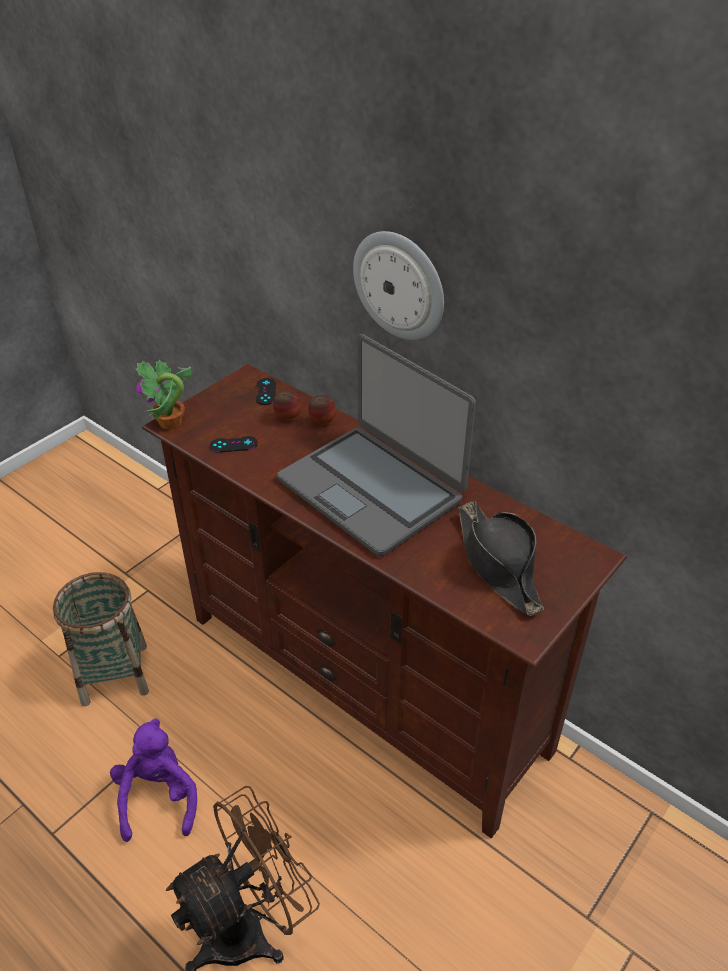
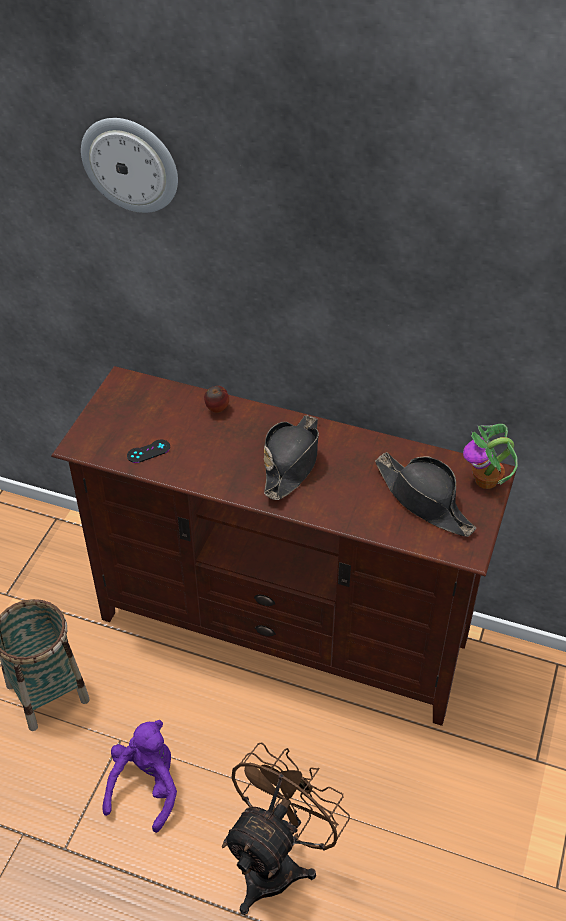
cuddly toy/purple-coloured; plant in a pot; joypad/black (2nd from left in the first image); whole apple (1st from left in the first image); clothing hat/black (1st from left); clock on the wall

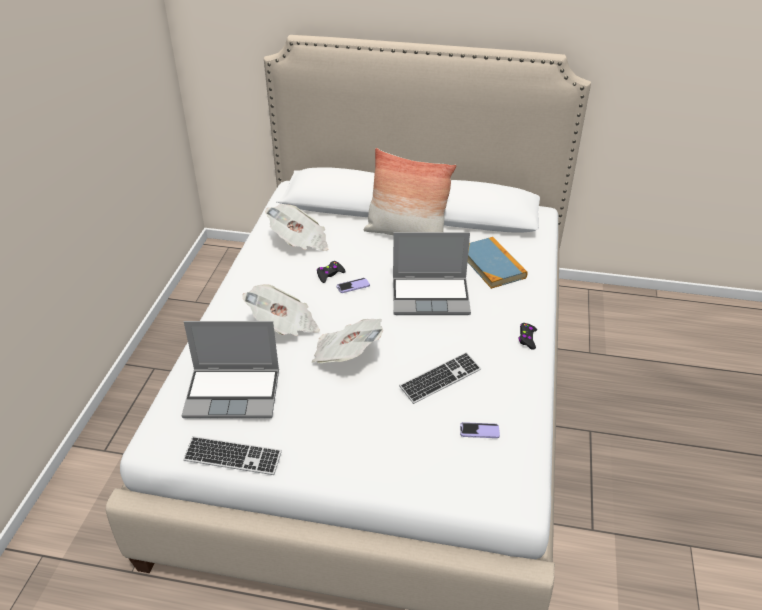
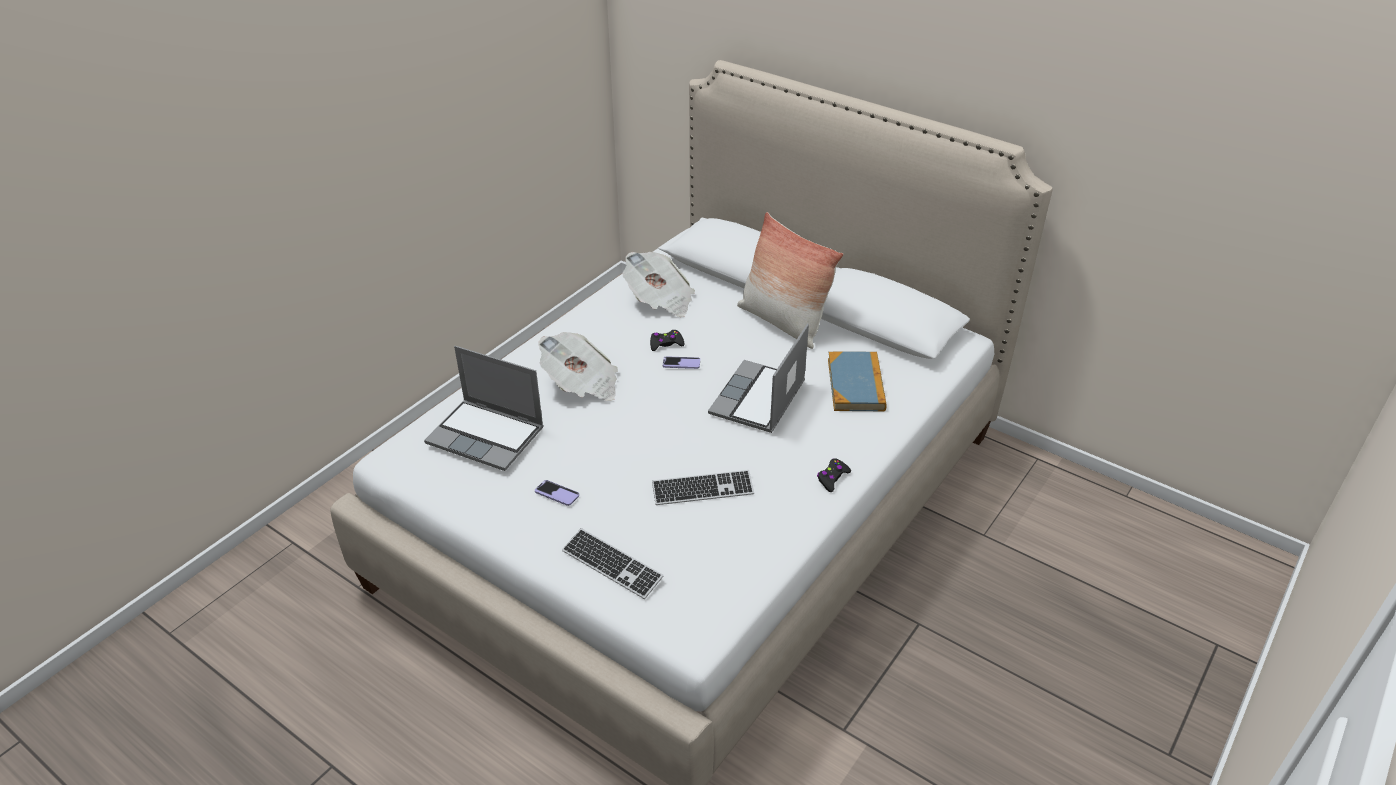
PC keyboard (1st from left); printed paper (3rd from left in the first image); portable computer (2nd from left); telephone (1st from left)

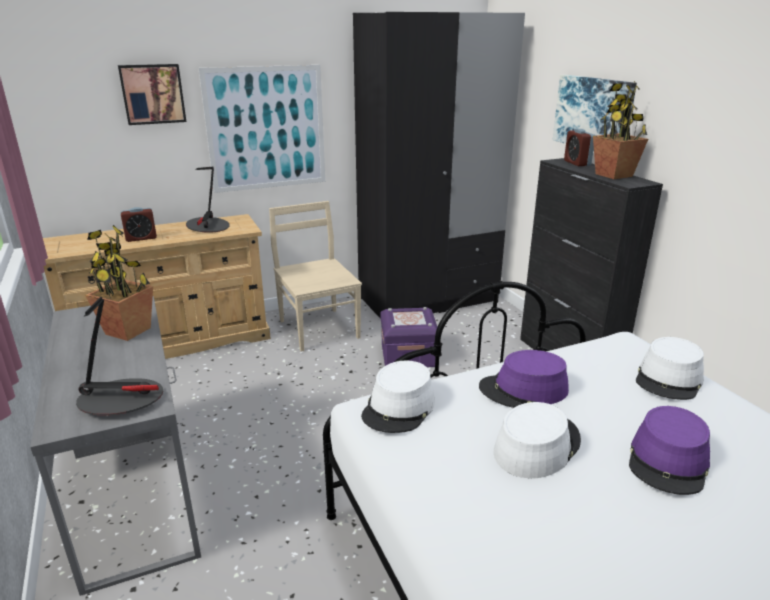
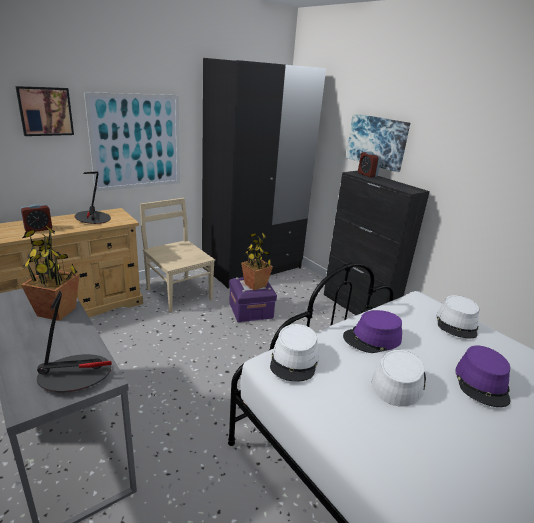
plant in a pot (2nd from left)

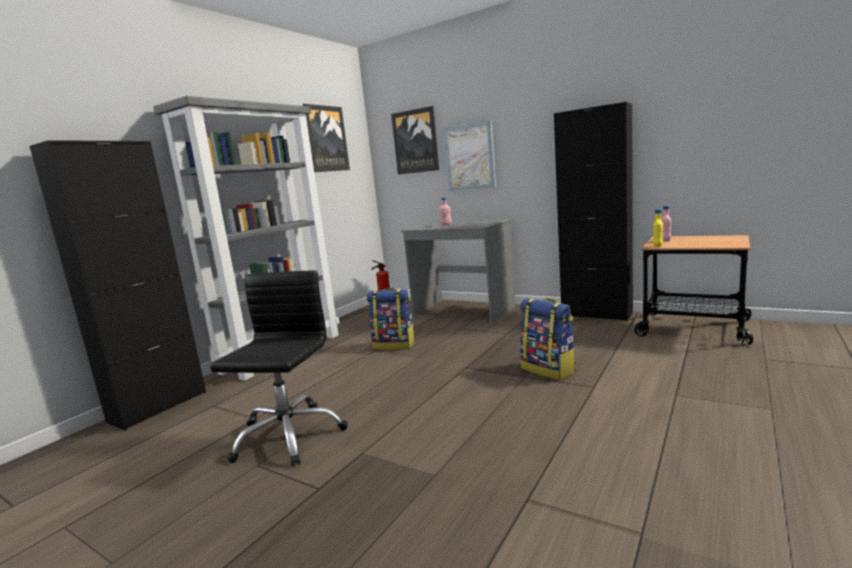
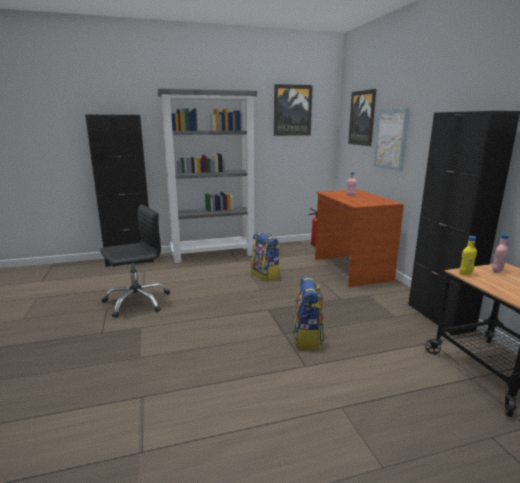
desk table/brown

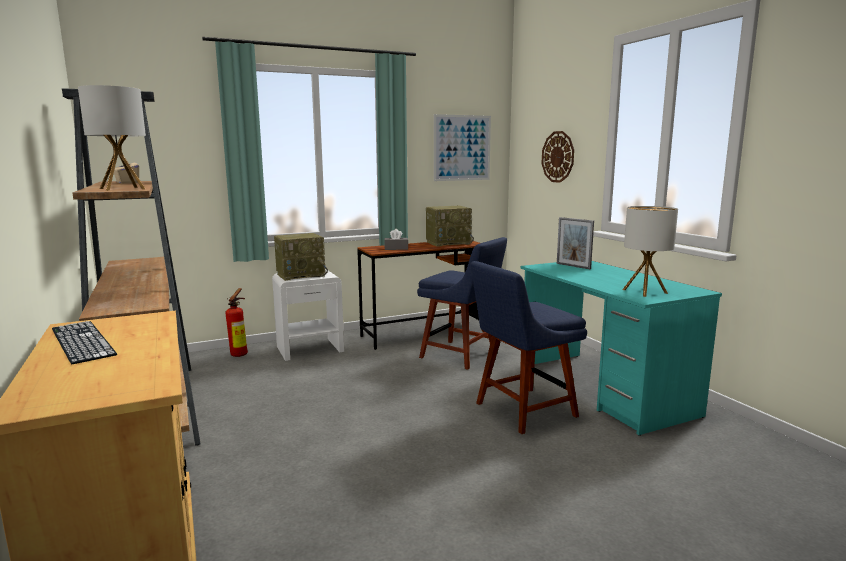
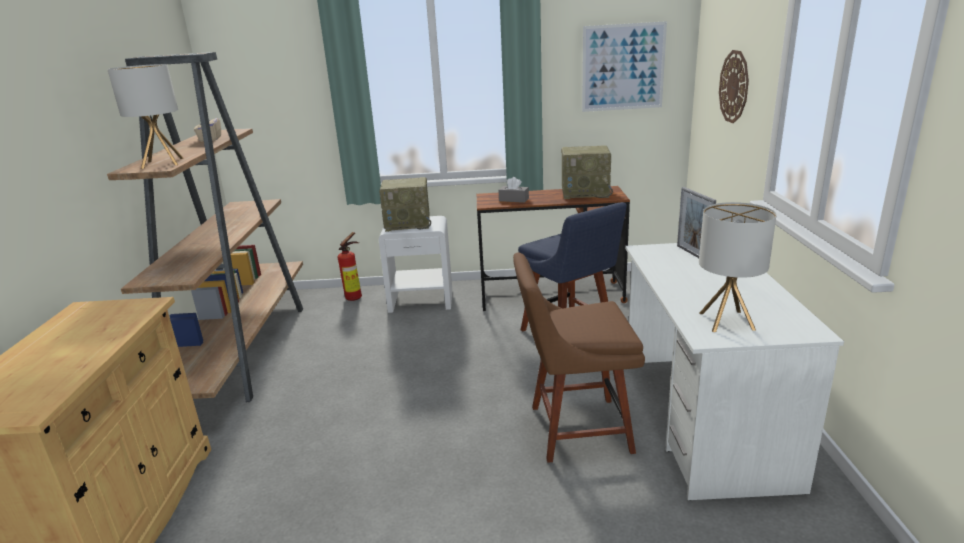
PC keyboard; upright chair/brown; desk table/whitish

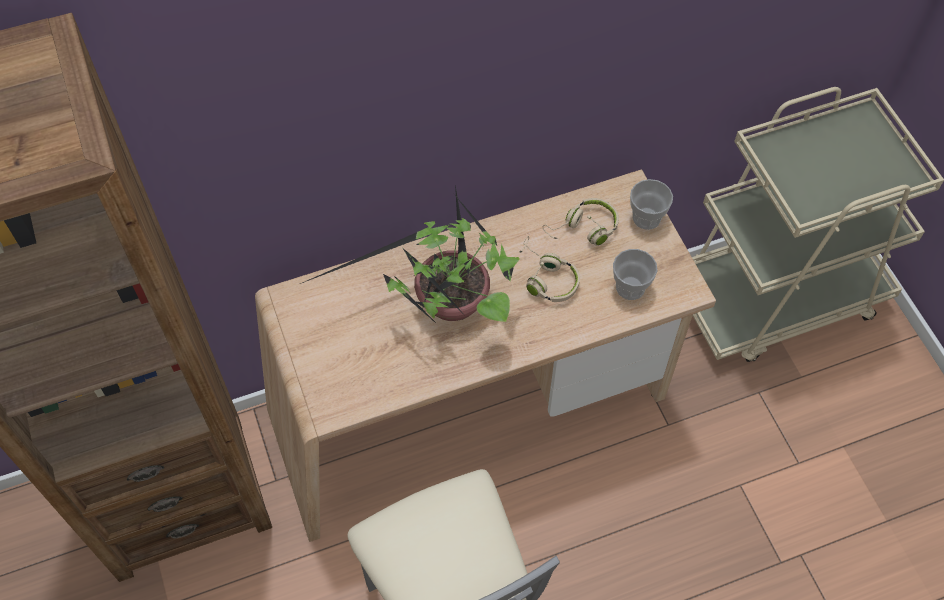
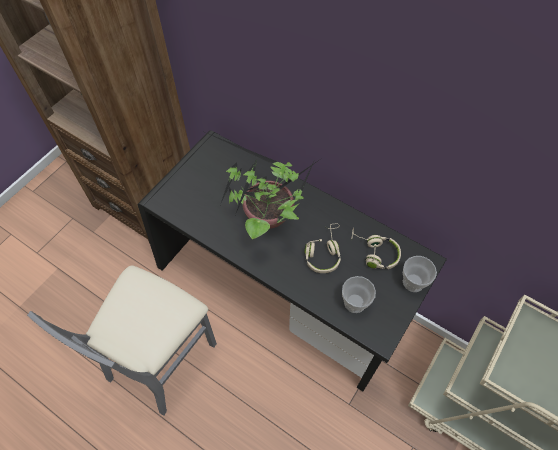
desk table/black

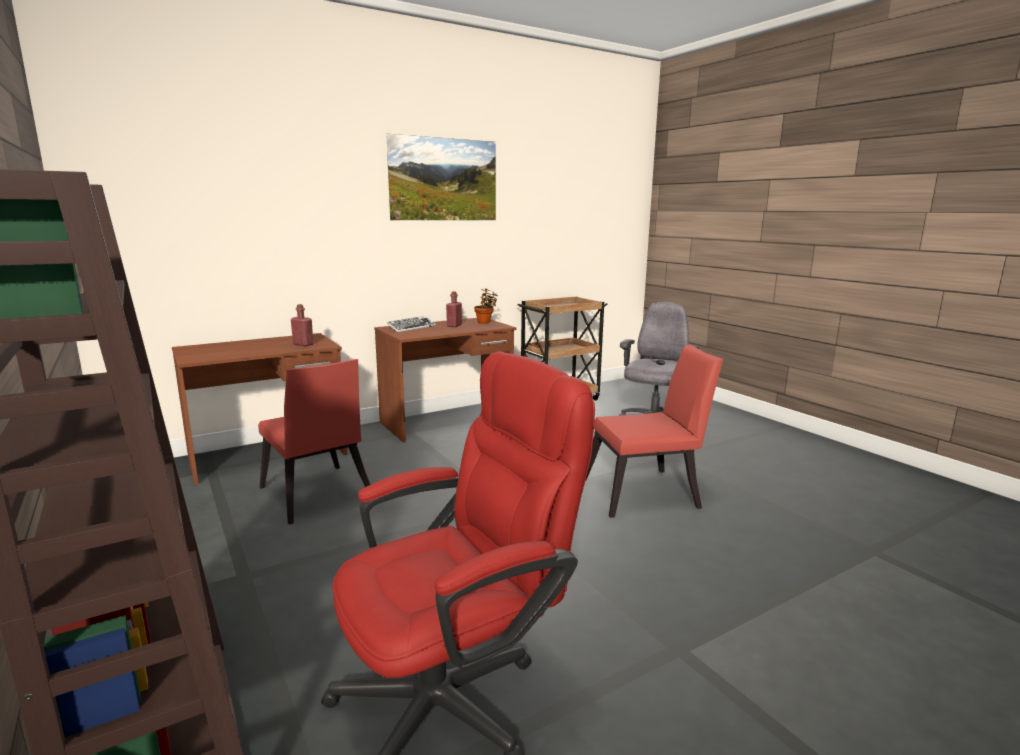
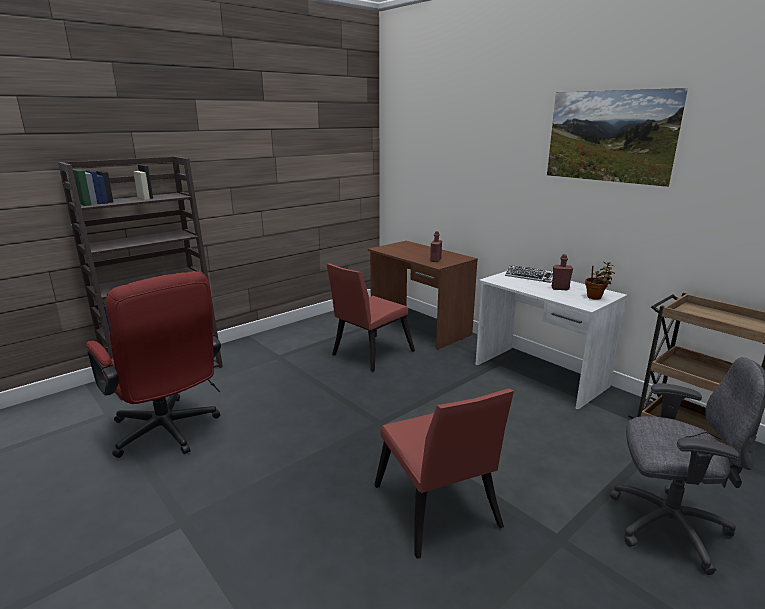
desk table/whitish

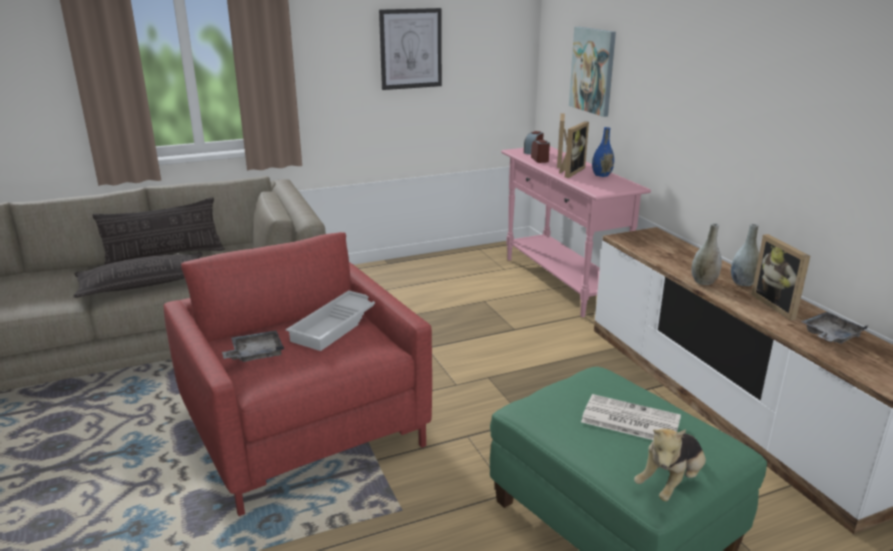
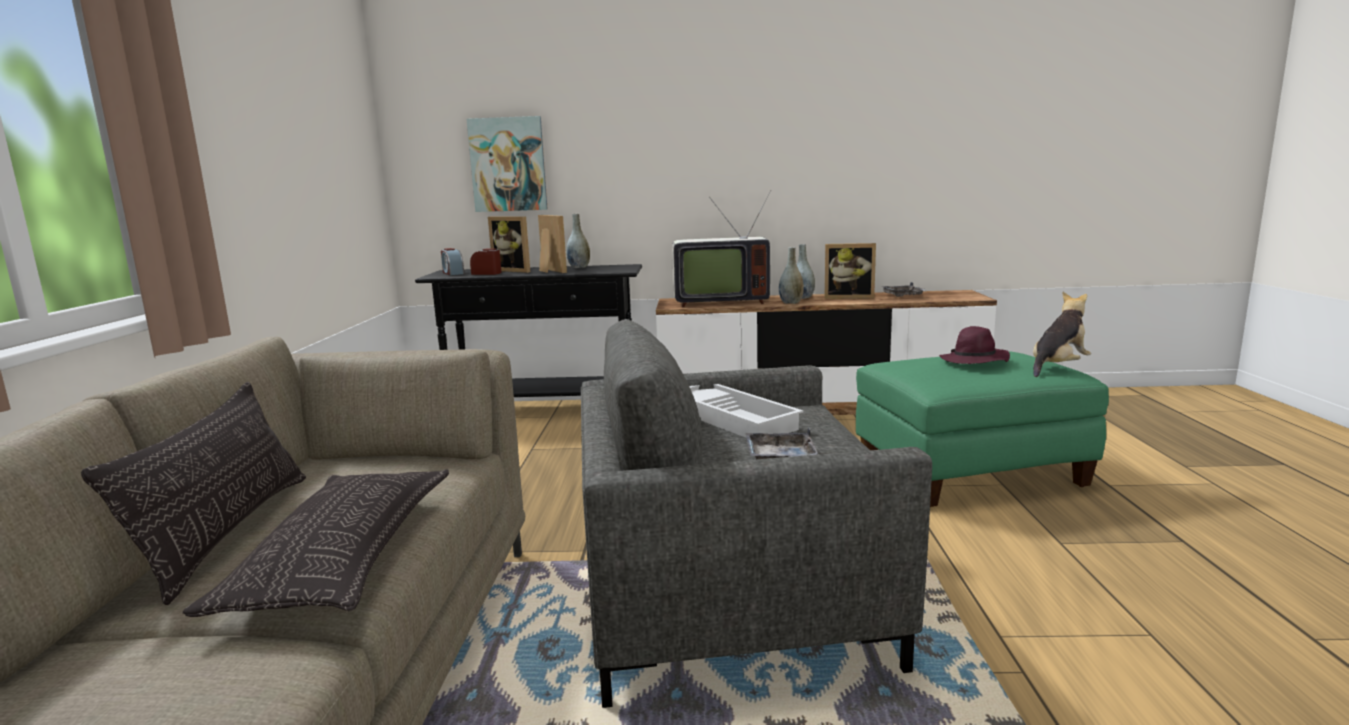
lounge chair/greyish; wall picture (1st from left in the first image); console table/black; clothing hat/purple-coloured; decorative vase/greyish (1st from left); cuddly toy; TV set

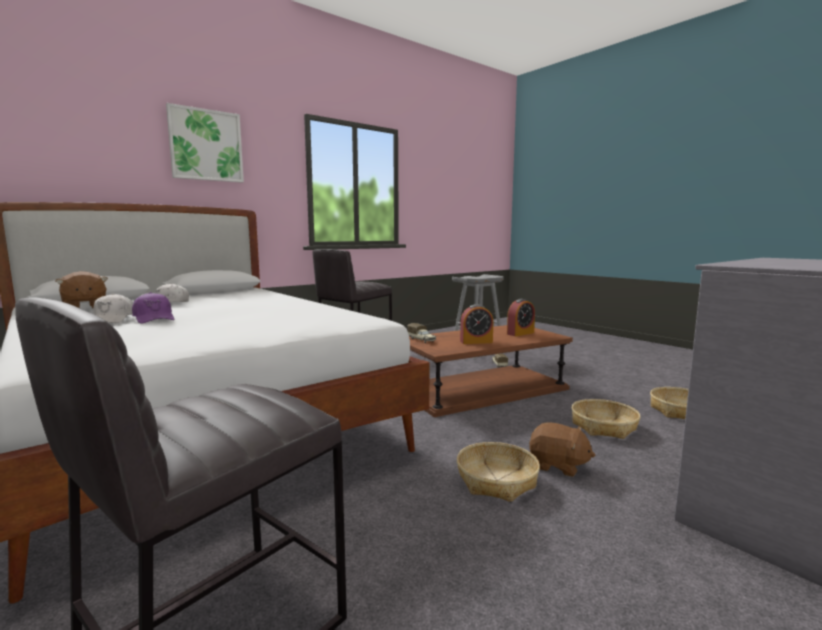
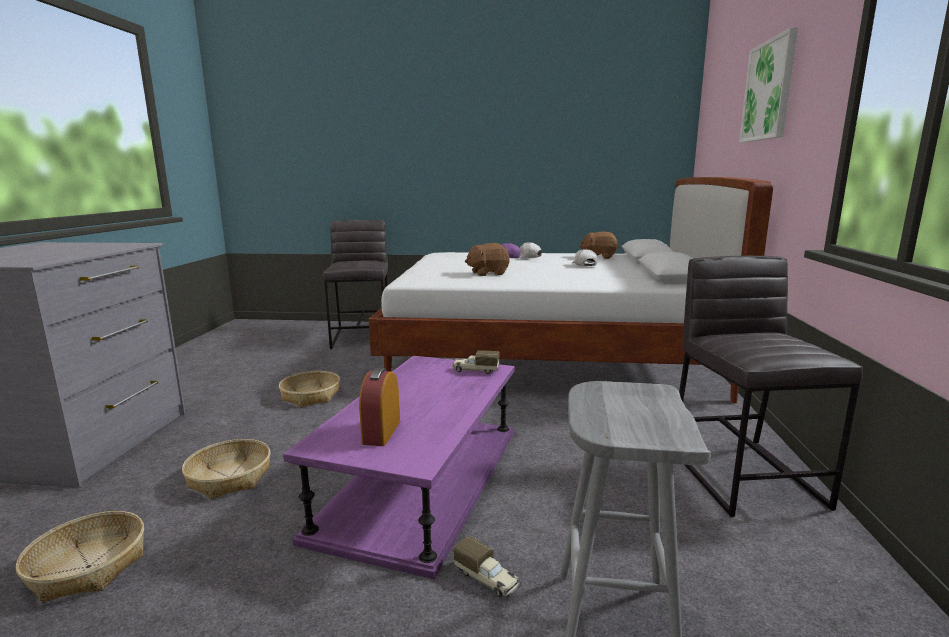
coffee table/purple-coloured; alarm clock (1st from left in the first image); cuddly toy/brown (1st from left)

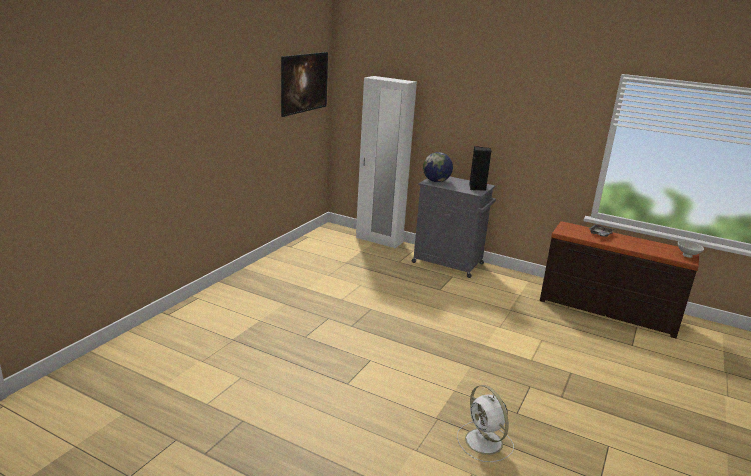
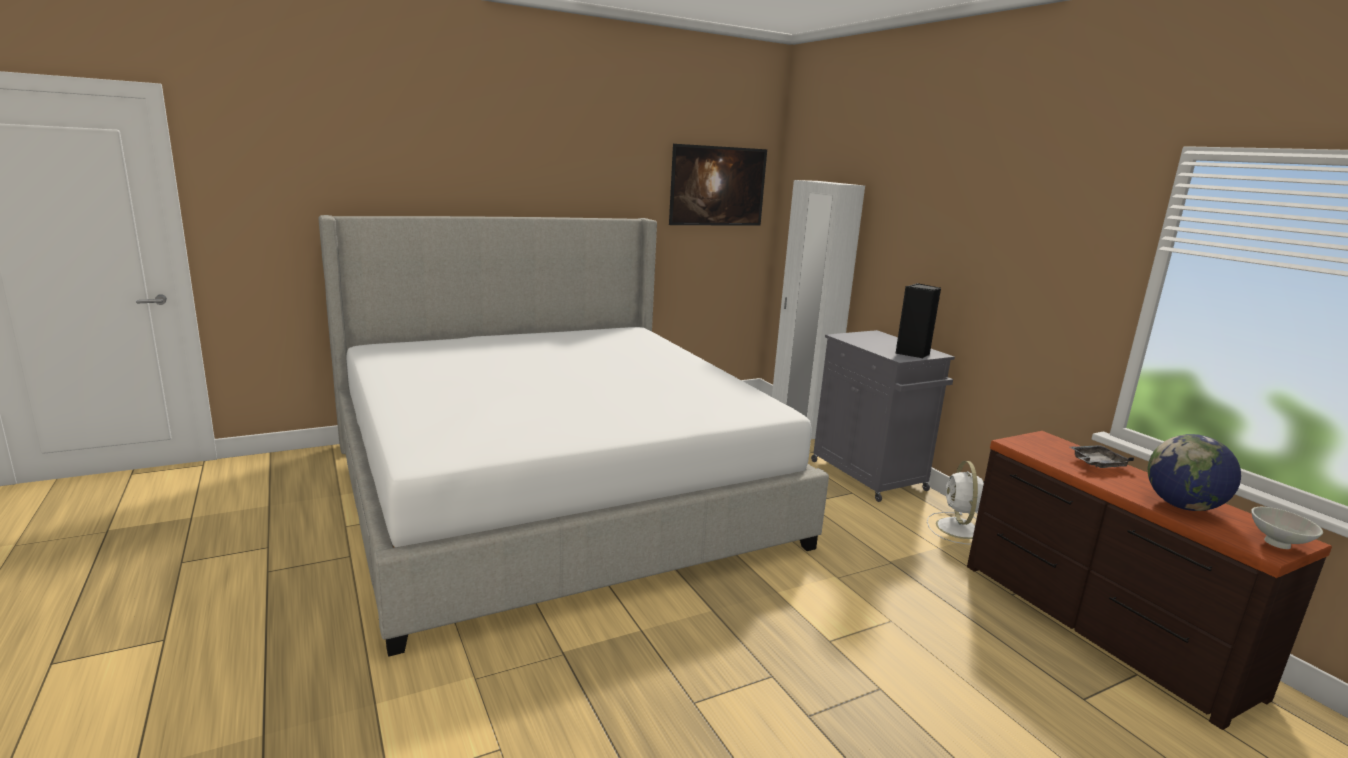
world globe; fan/whitish; bedroom bed

